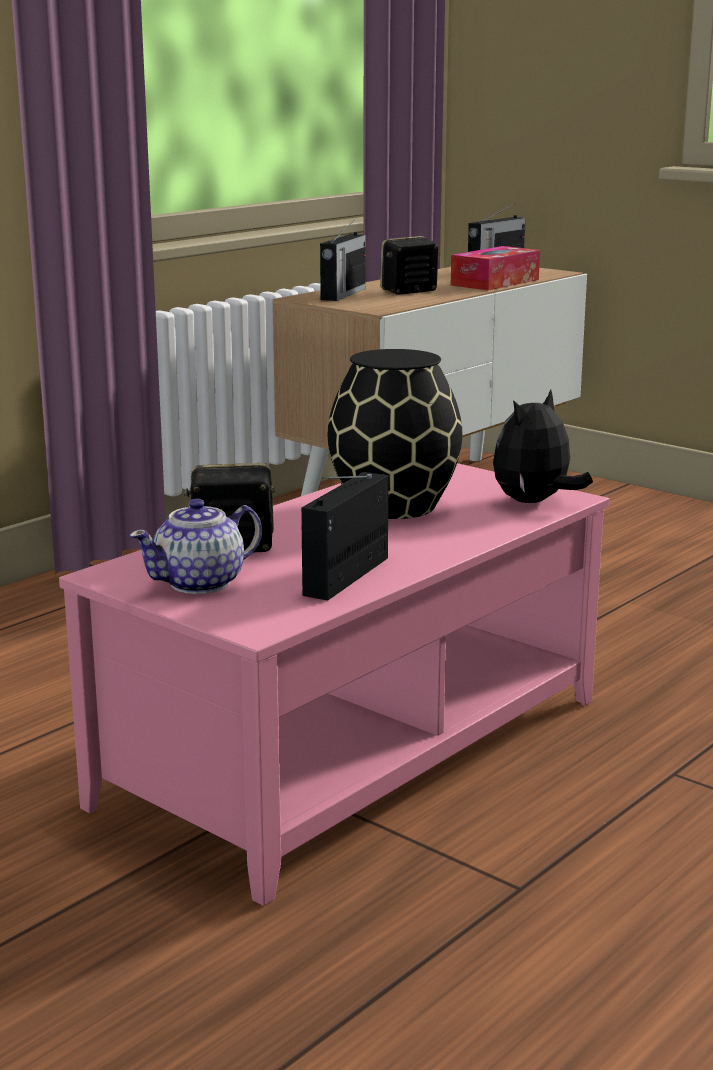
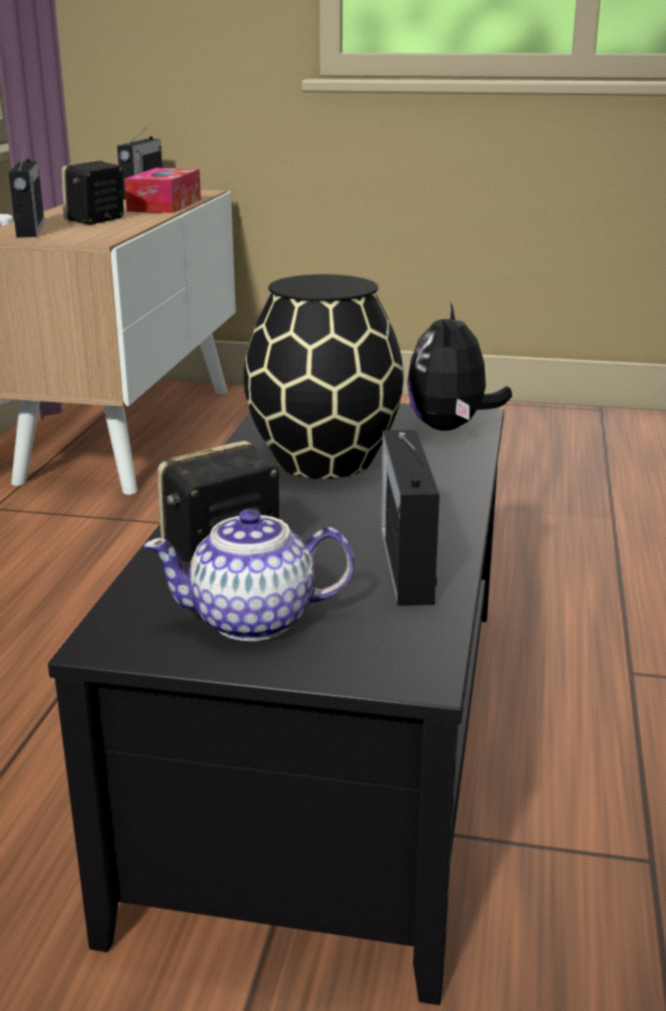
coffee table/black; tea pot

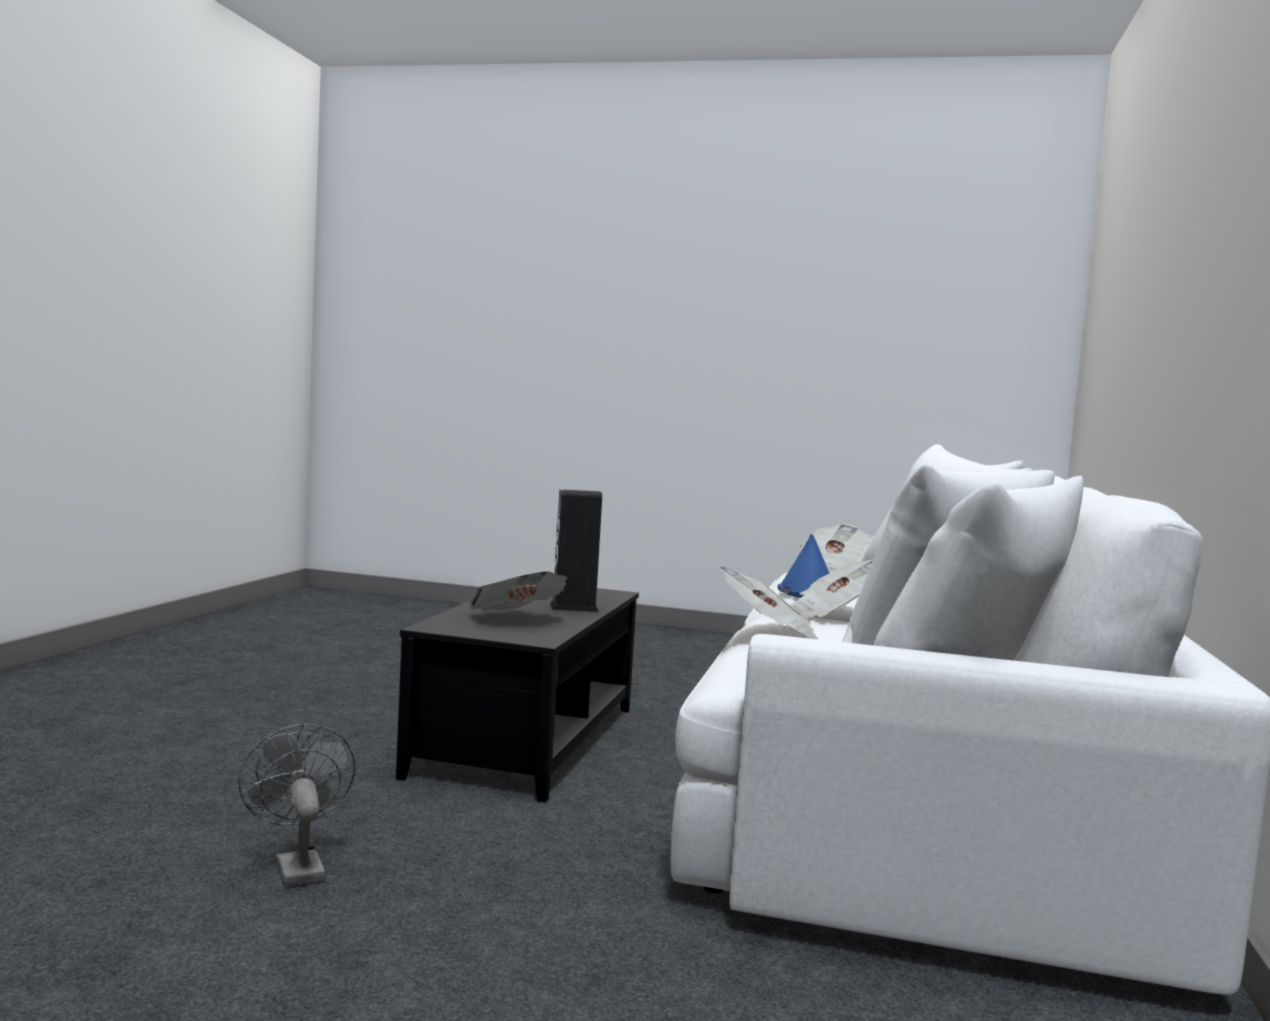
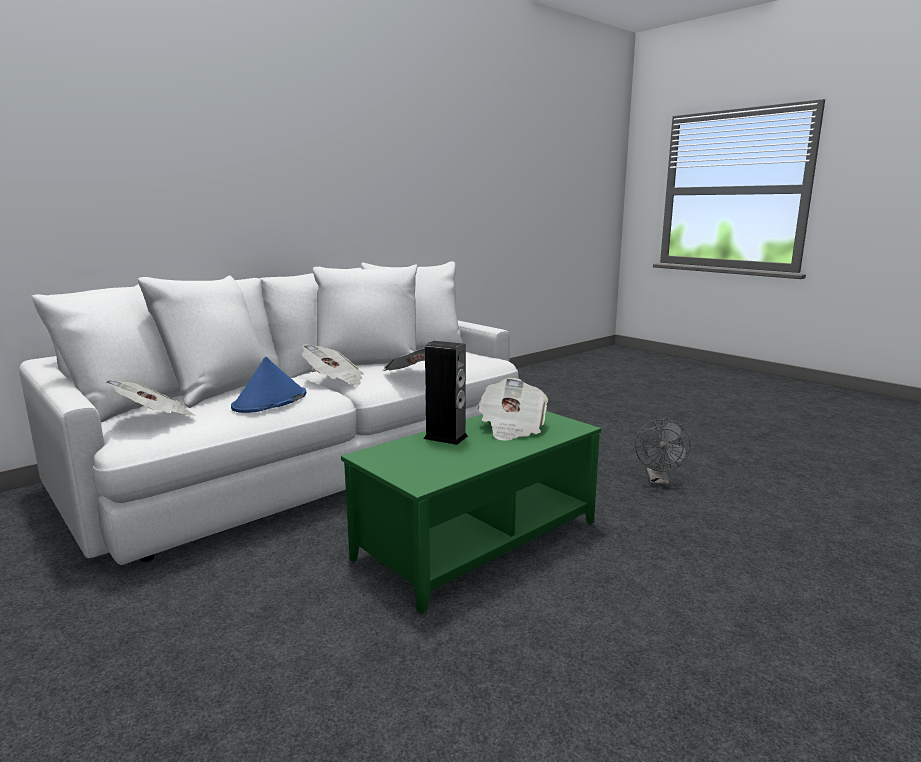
coffee table/green

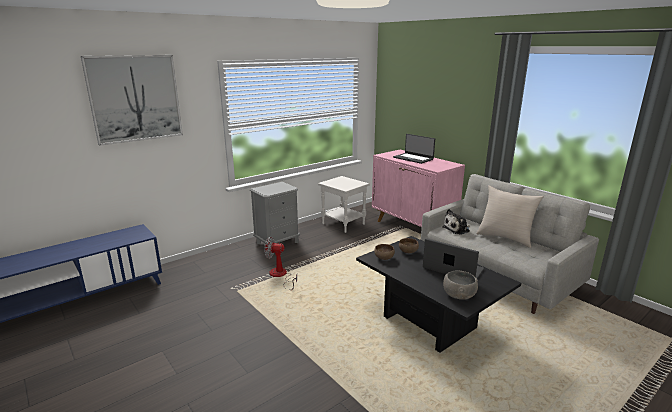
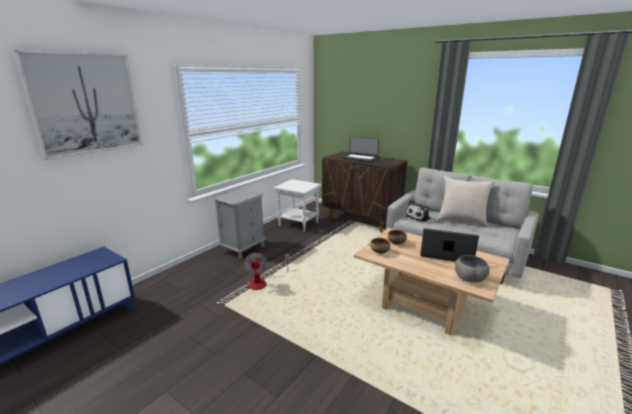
fan; coffee table/beige-coloured; cabinet/brown

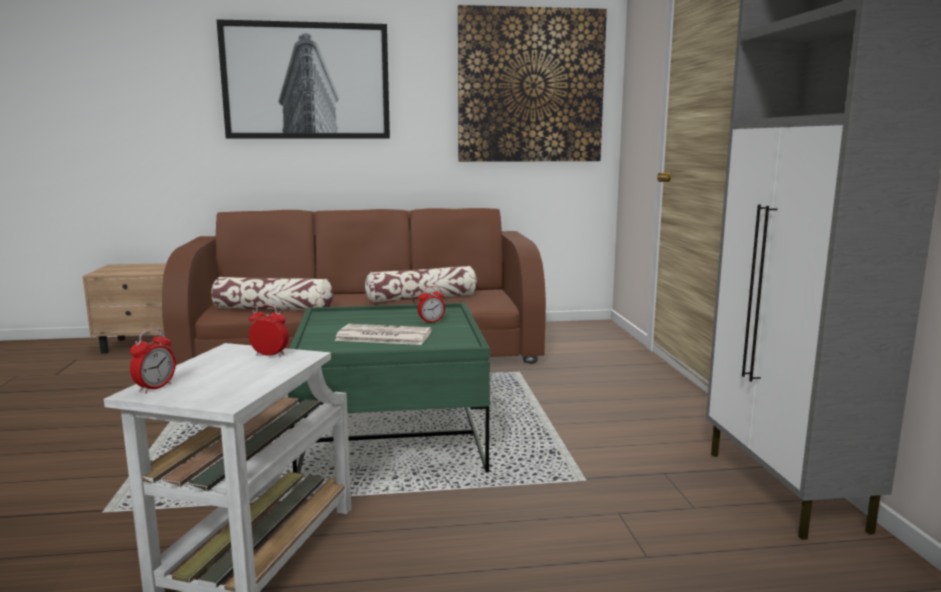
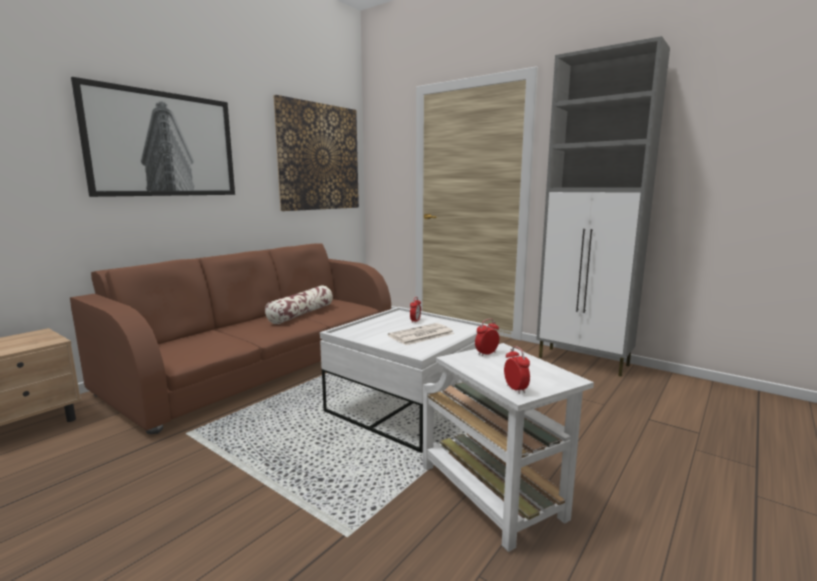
cushion (1st from left in the first image); coffee table/whitish

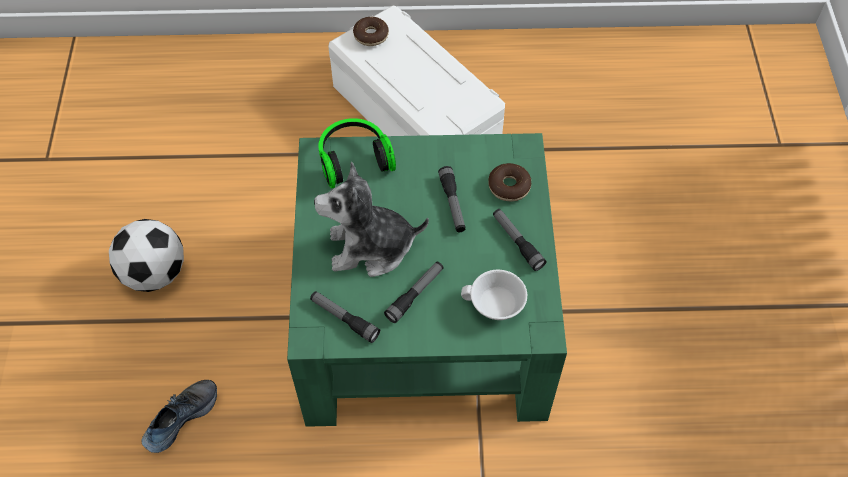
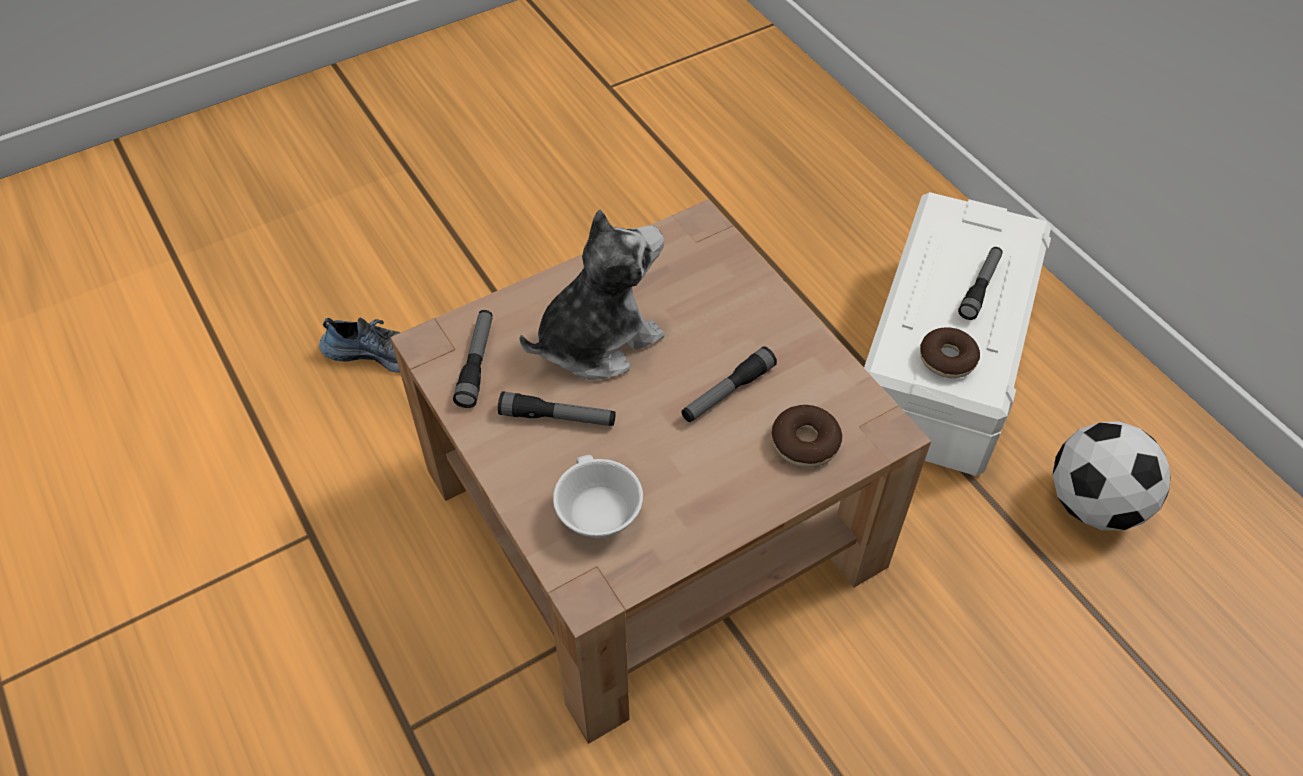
football; coffee table/brown; cuddly toy; headset; donut (2nd from left); hand torch (4th from left)

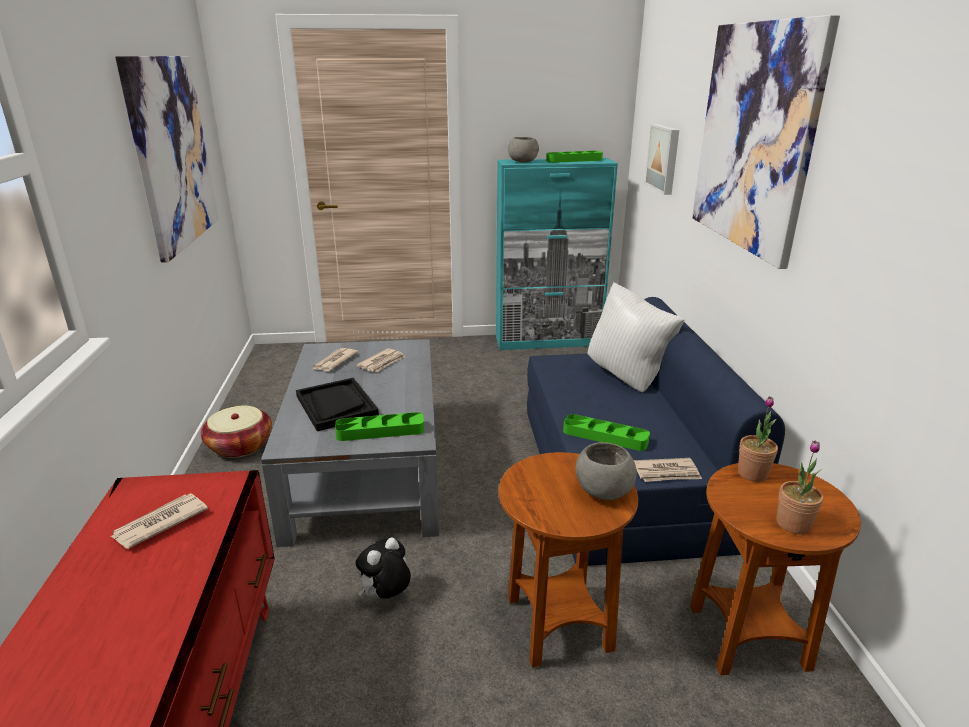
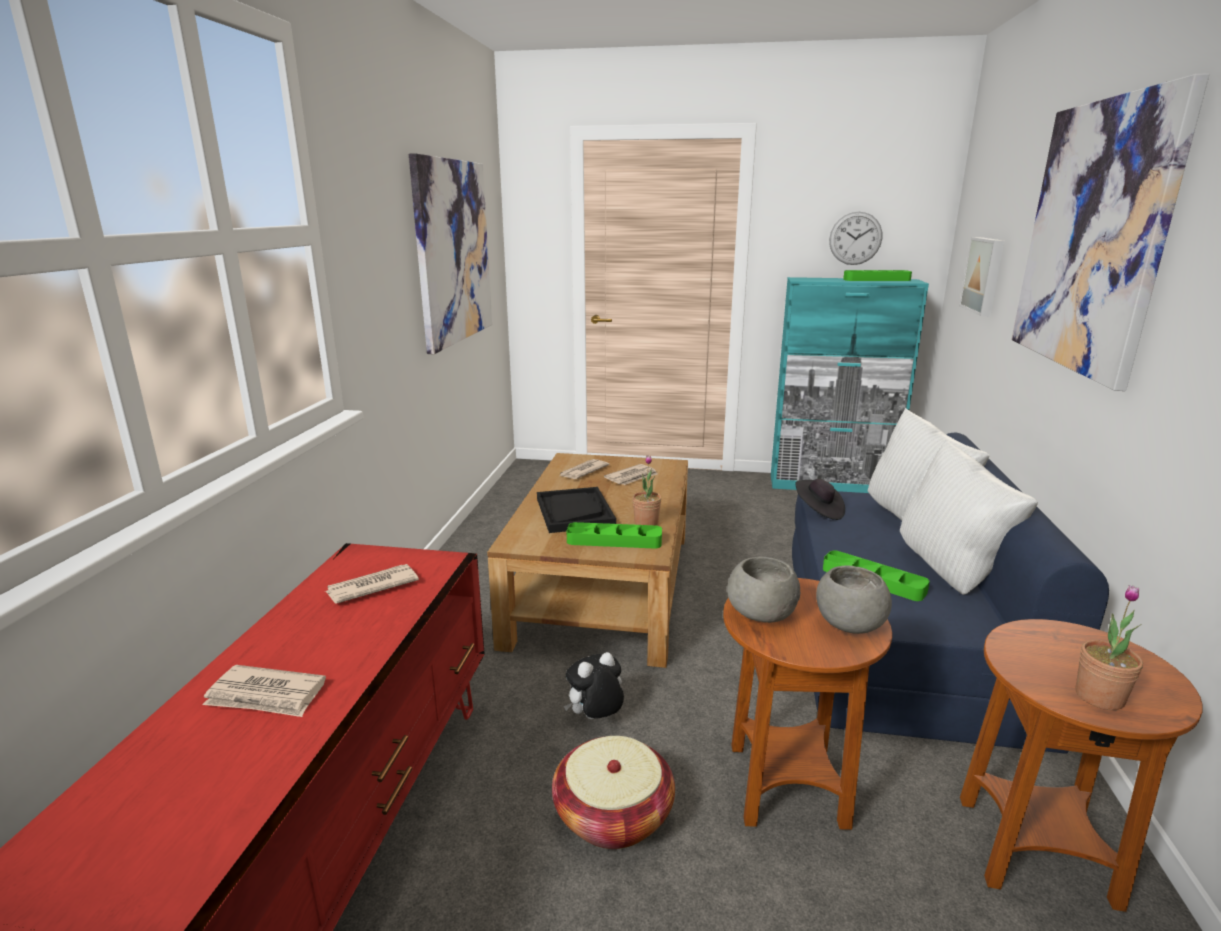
storage basket; coffee table/brown; serving bowl/greyish (1st from left); printed paper (1st from left); plant in a pot (1st from left); clothing hat/black; clock on the wall; cushion/whitish (2nd from left)

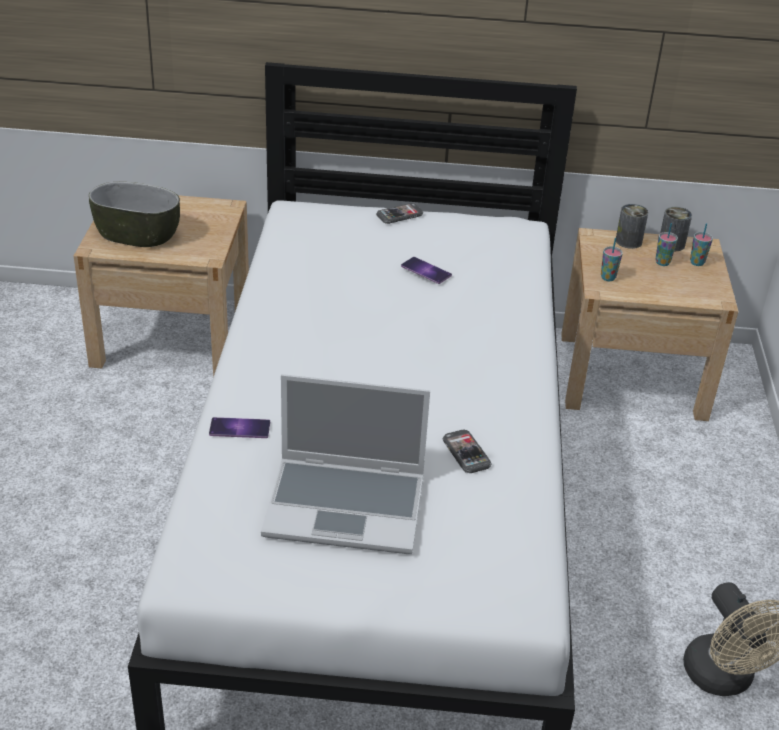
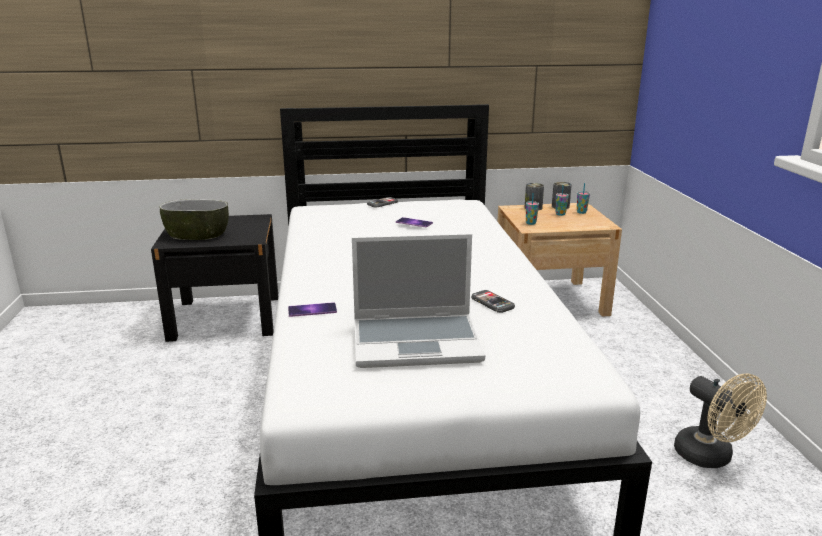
bedside table/black

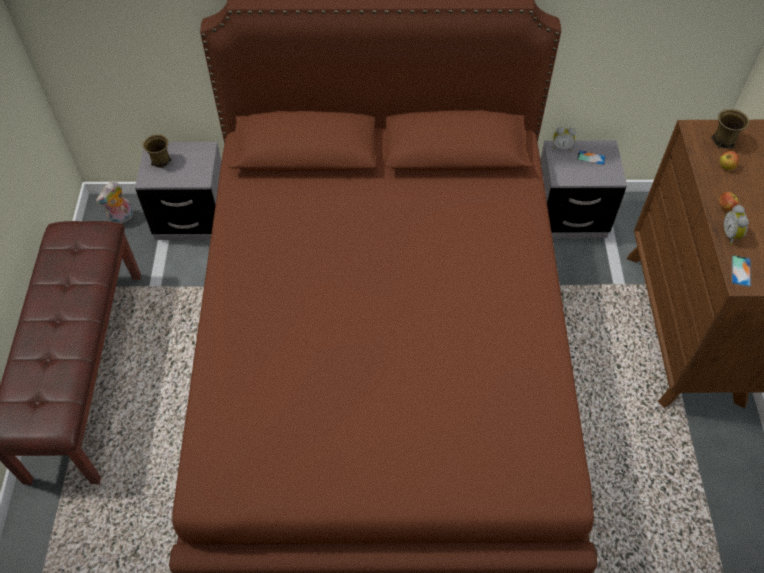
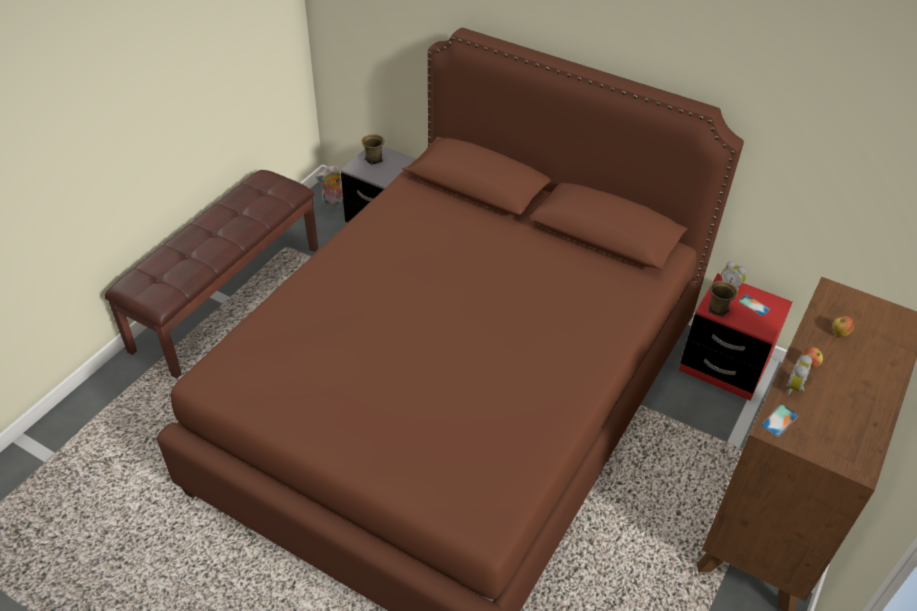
bedside table/red-coloured; mug/brown (2nd from left)

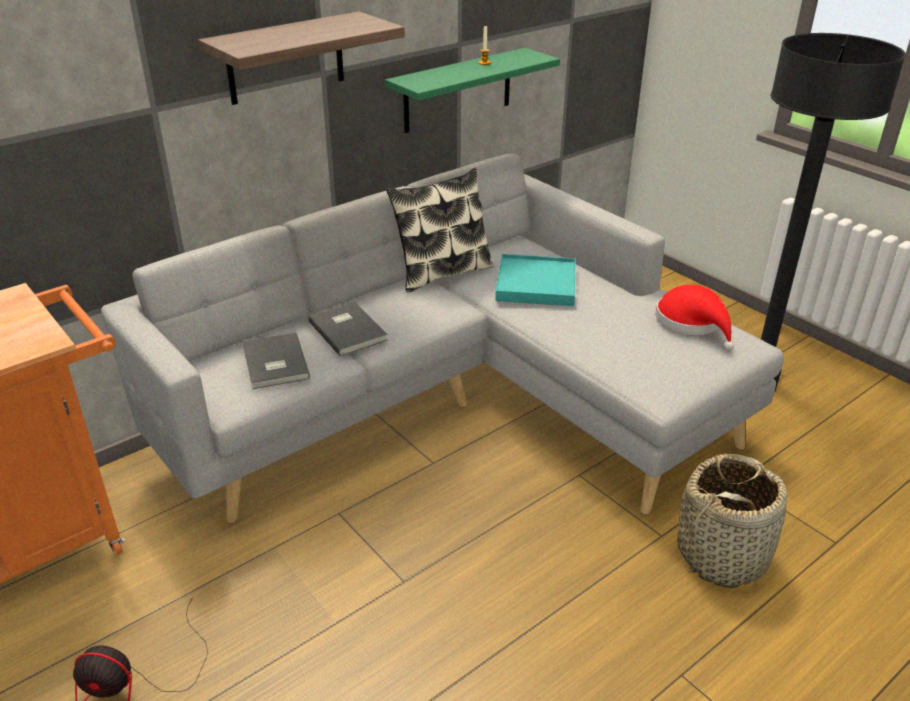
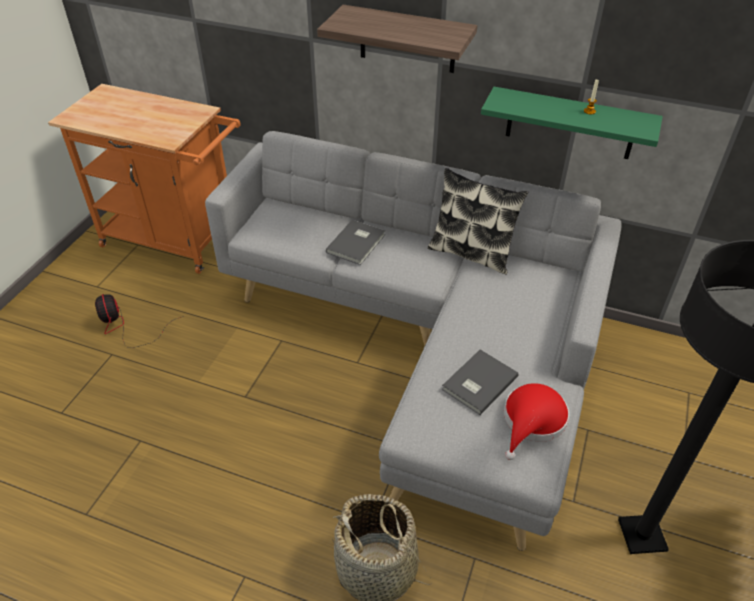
book/greyish (2nd from left); carrying tray/turquoise

